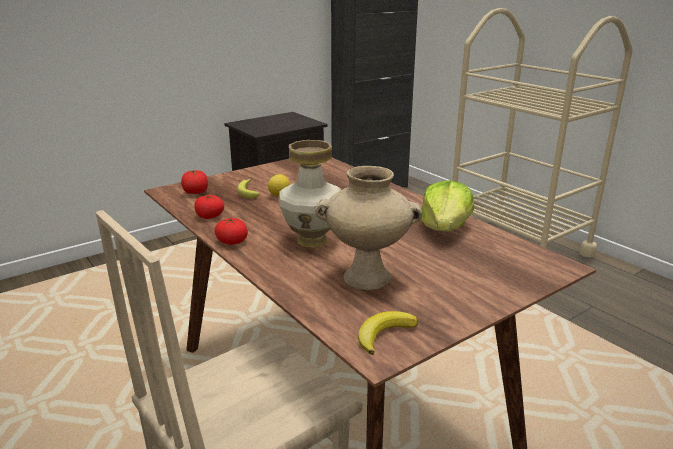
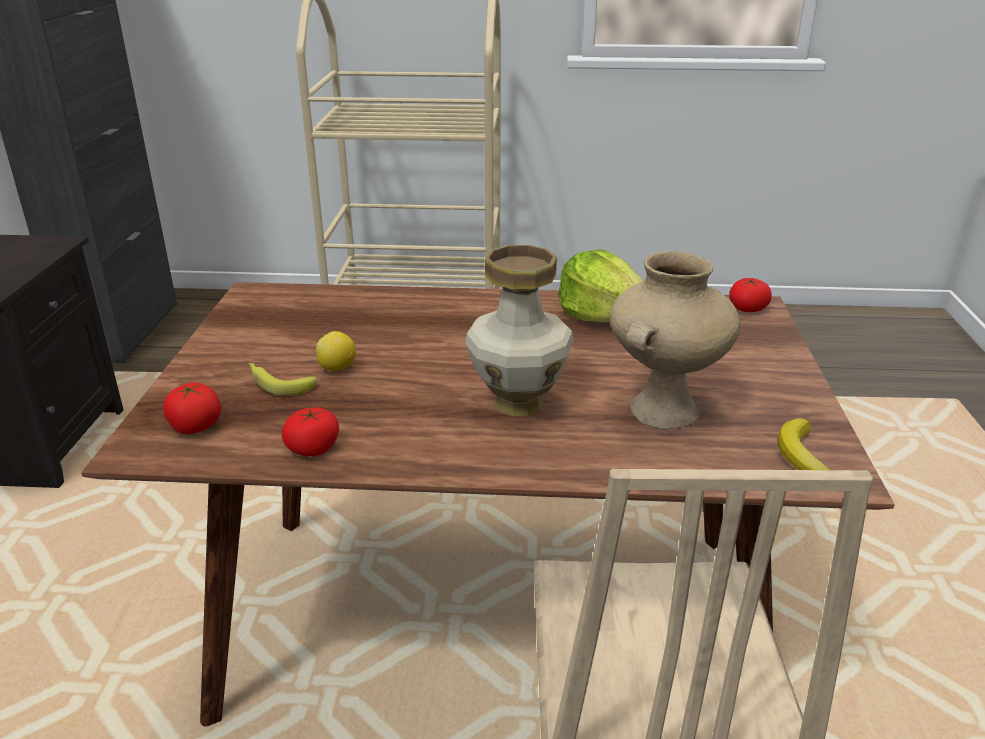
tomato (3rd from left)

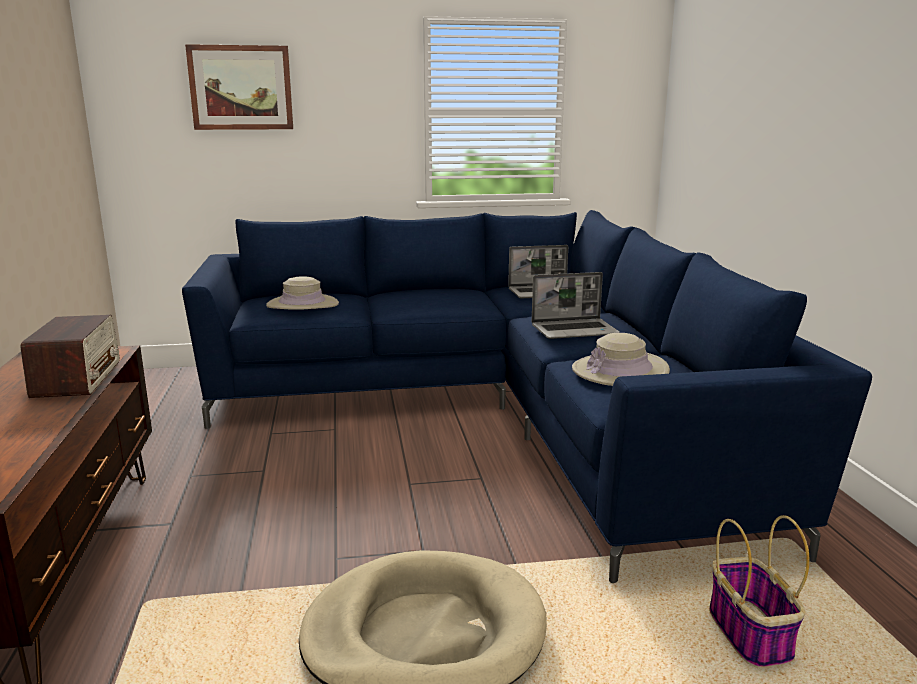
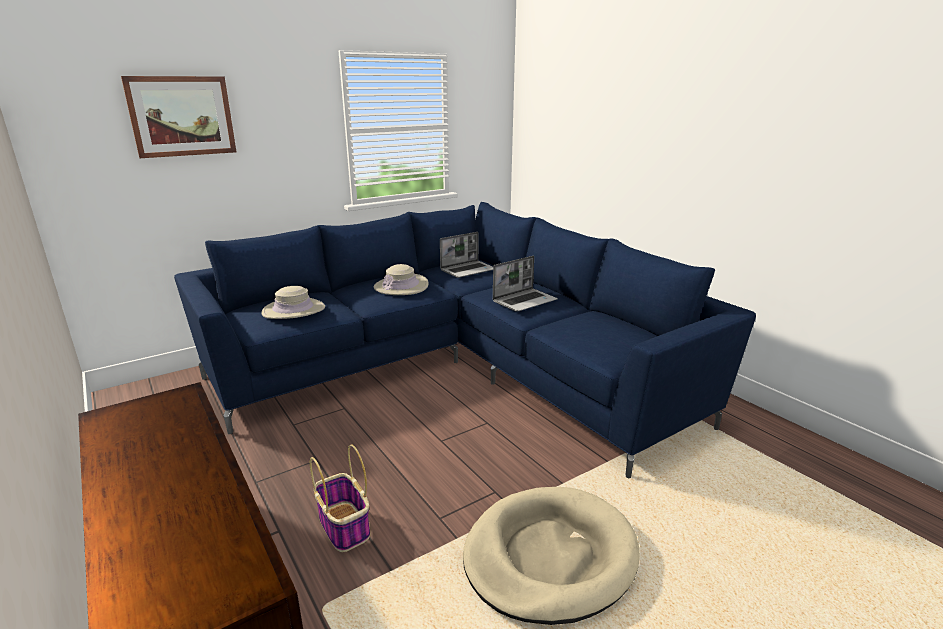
radio; beige hat (2nd from left); basket

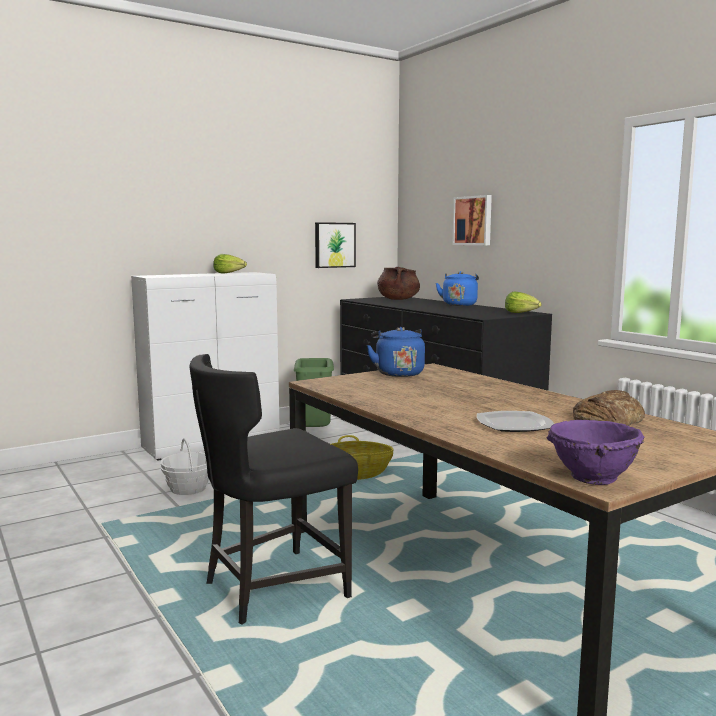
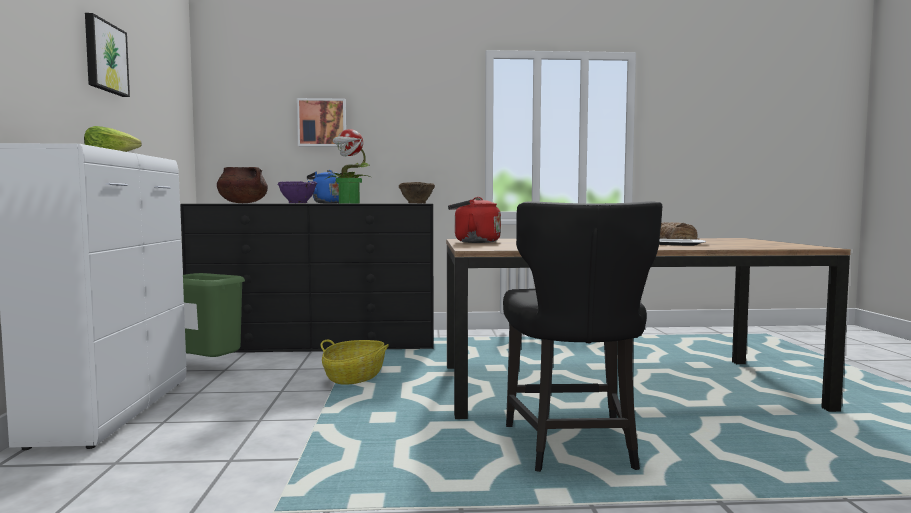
basket (1st from left in the first image); picture (1st from left); red kettle; brown bowl; purple bowl; potted plant

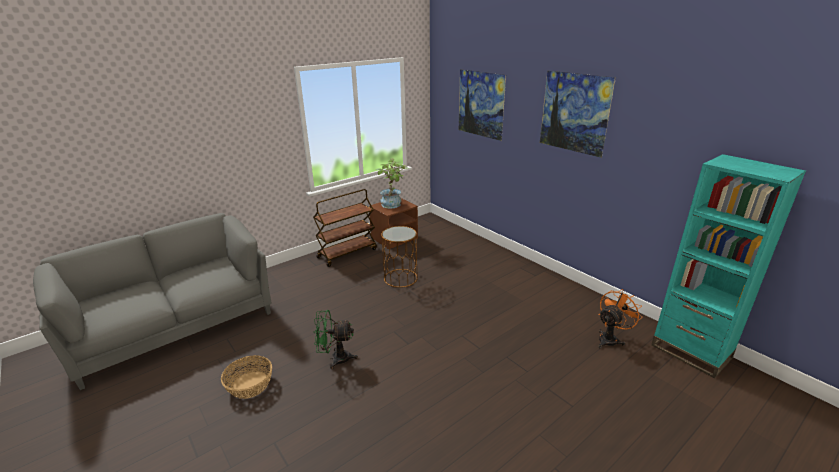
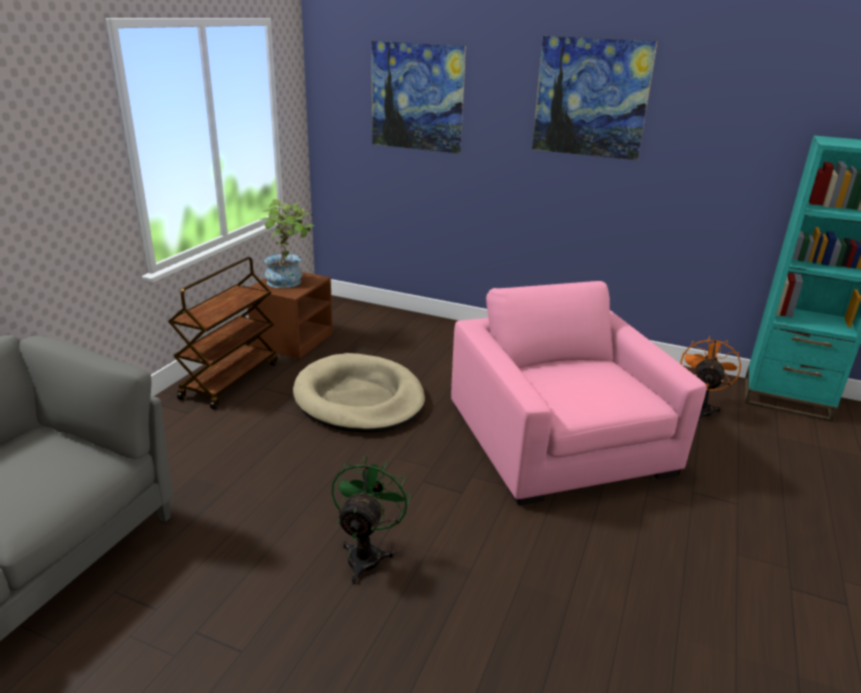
basket; green fan; beige dog bed; pink armchair

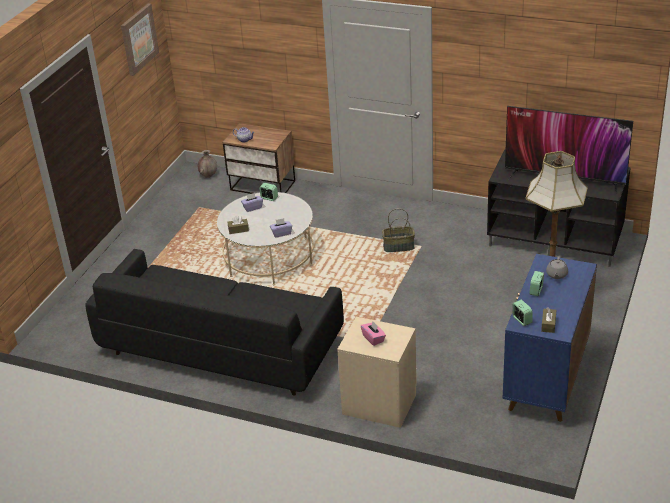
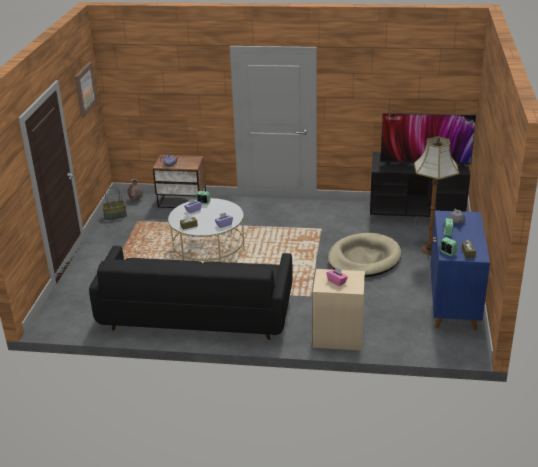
basket; beige dog bed

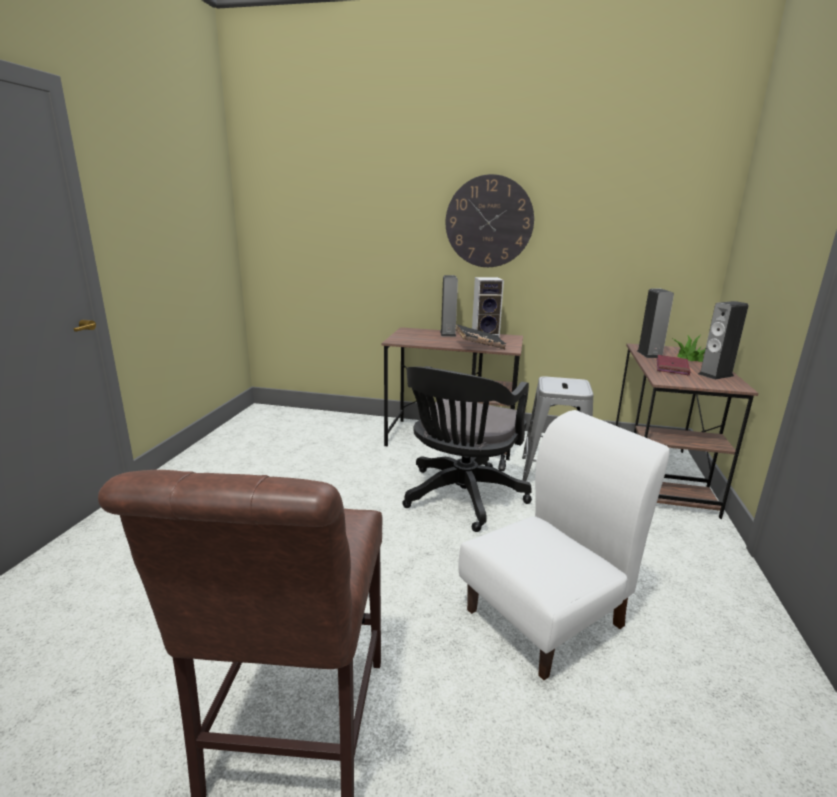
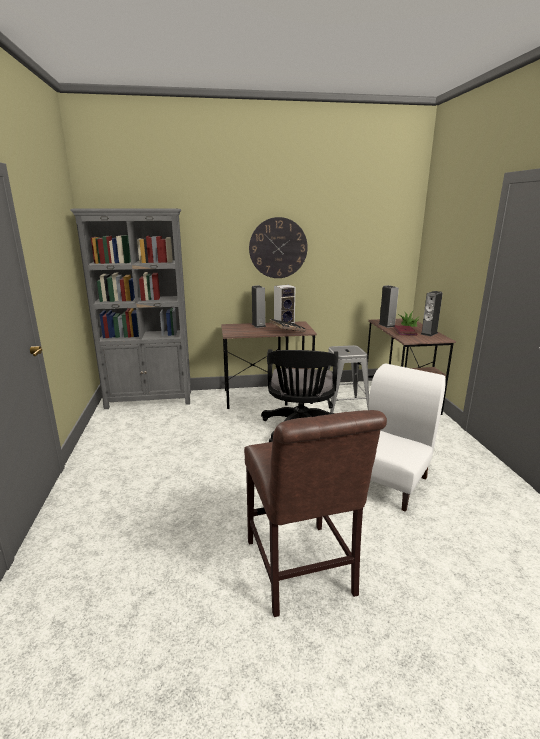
grey bookcase

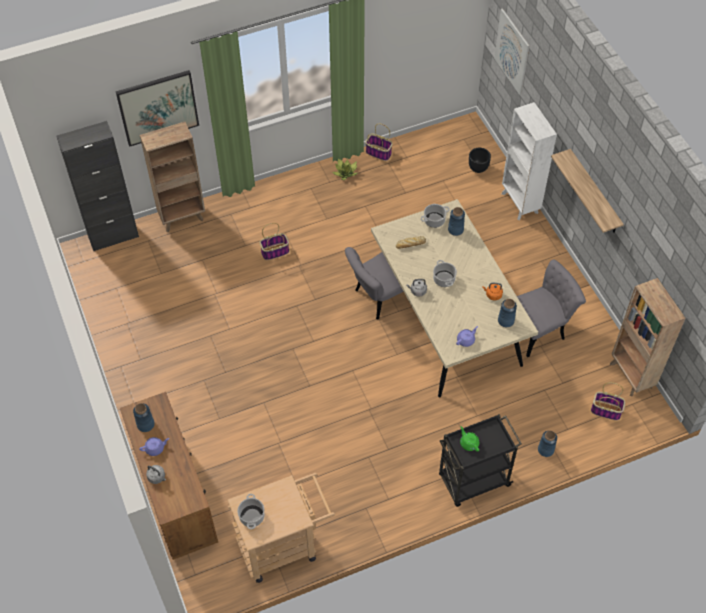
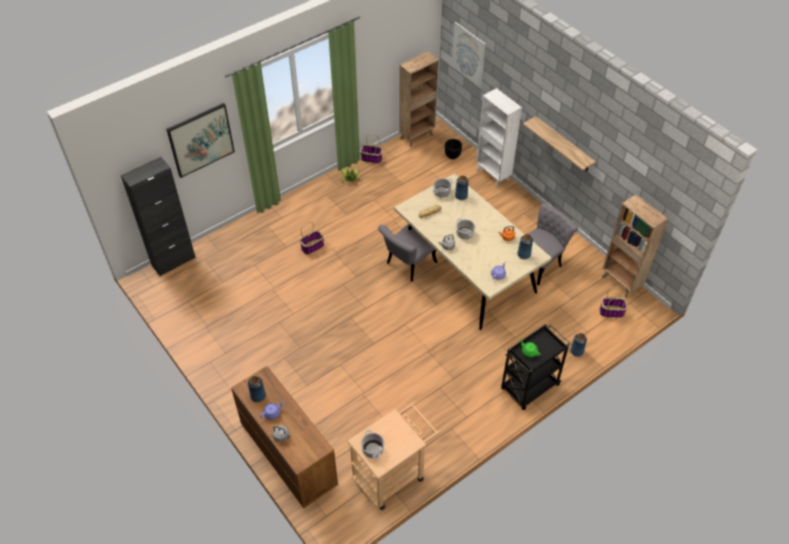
brown bookcase (1st from left)

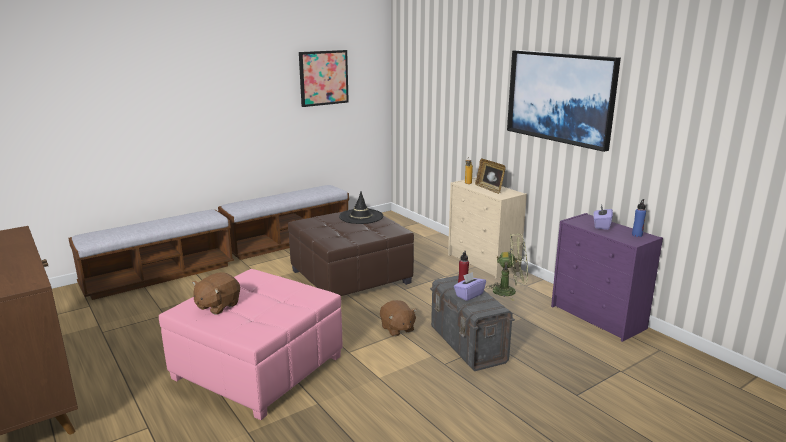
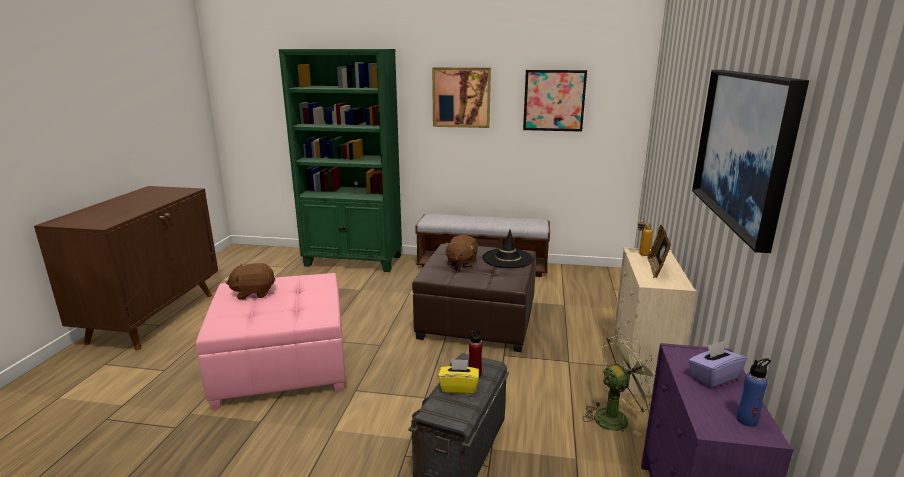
green bookcase; brown plush toy (2nd from left); yellow tissue box; green fan; picture (1st from left)

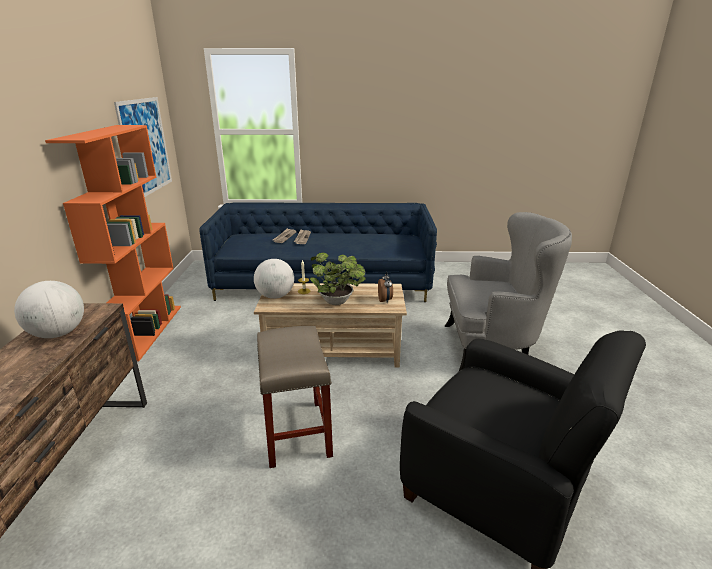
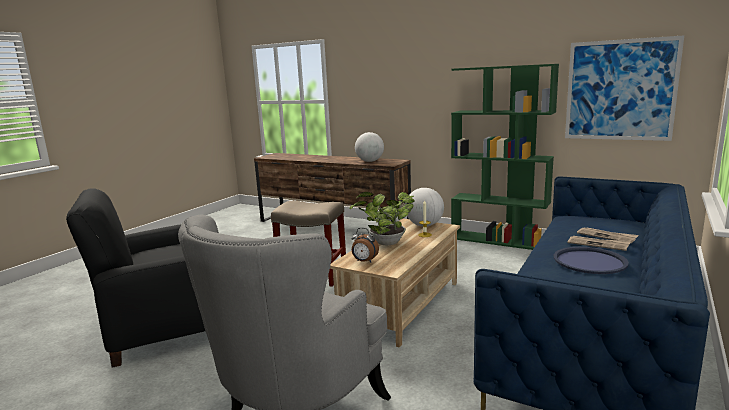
green bookcase; blue tray

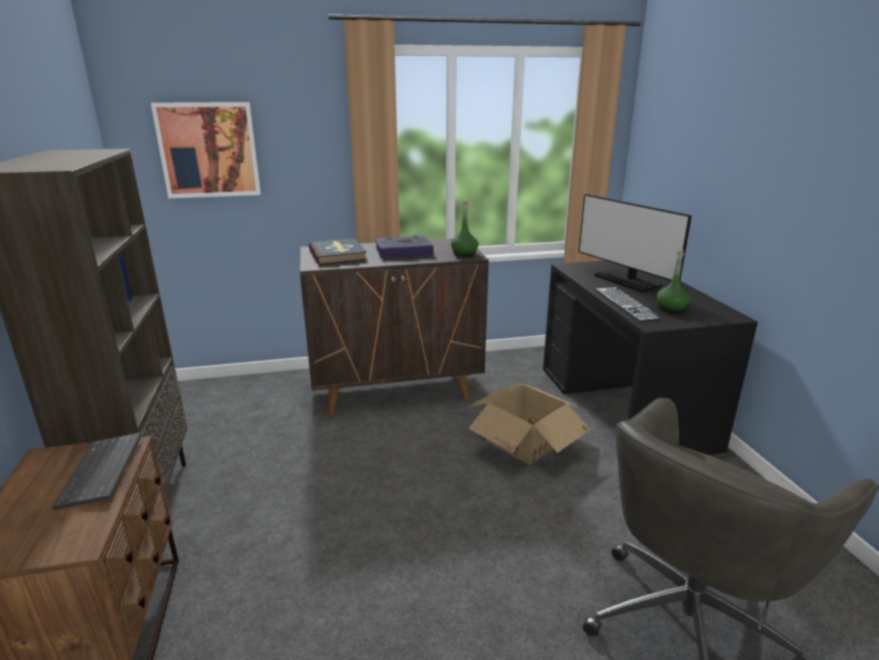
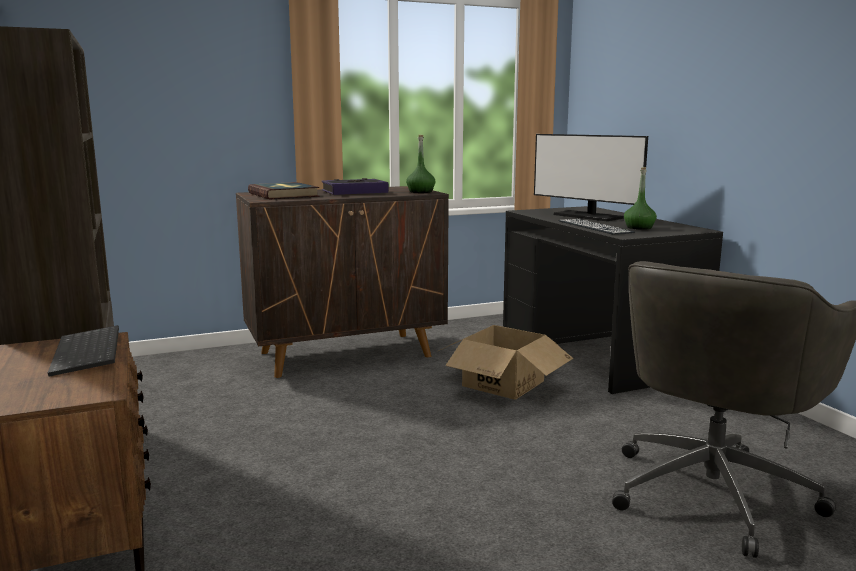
picture

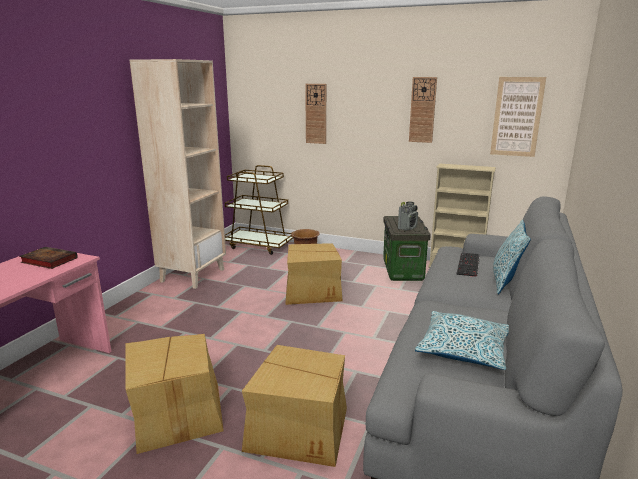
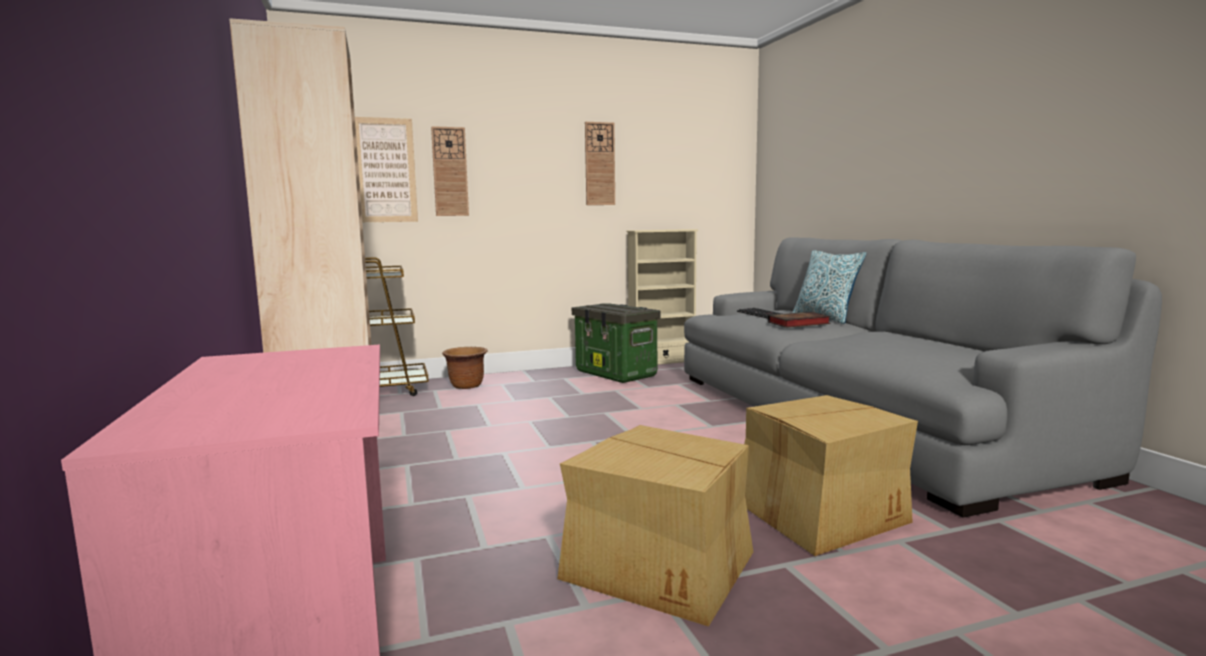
book; cardboard box (3rd from left in the first image); radio; pillow (1st from left in the first image); picture

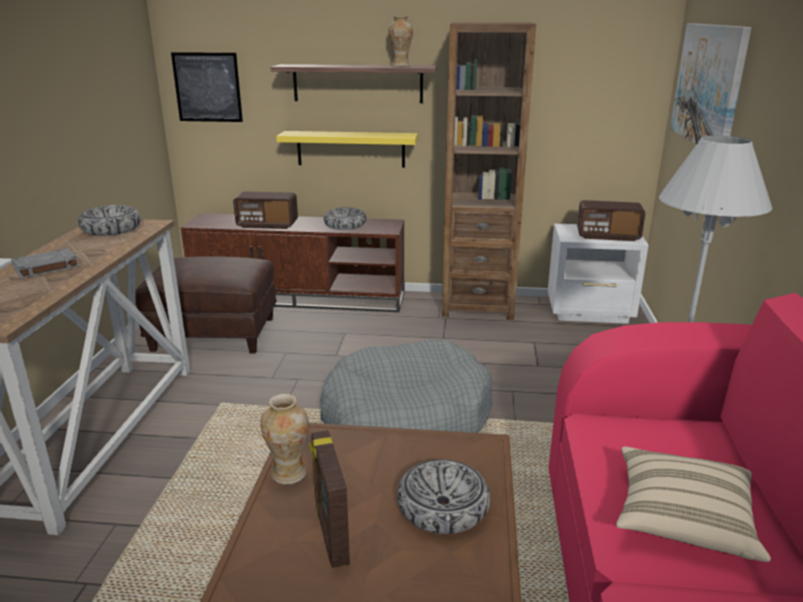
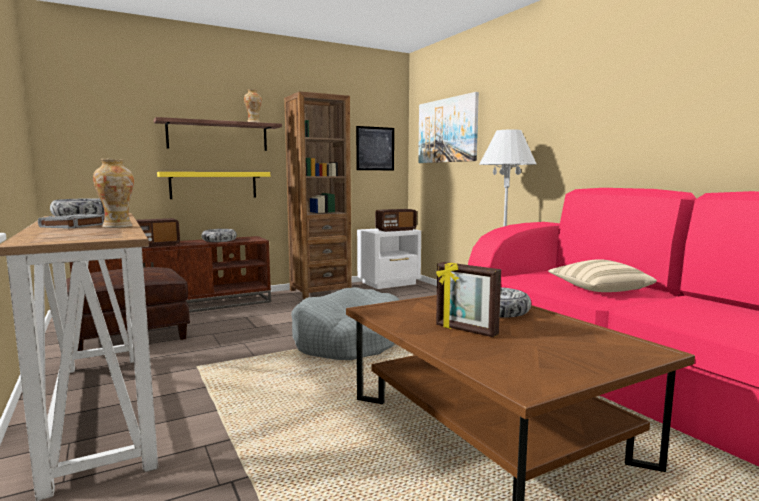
picture (1st from left); vase (1st from left)

